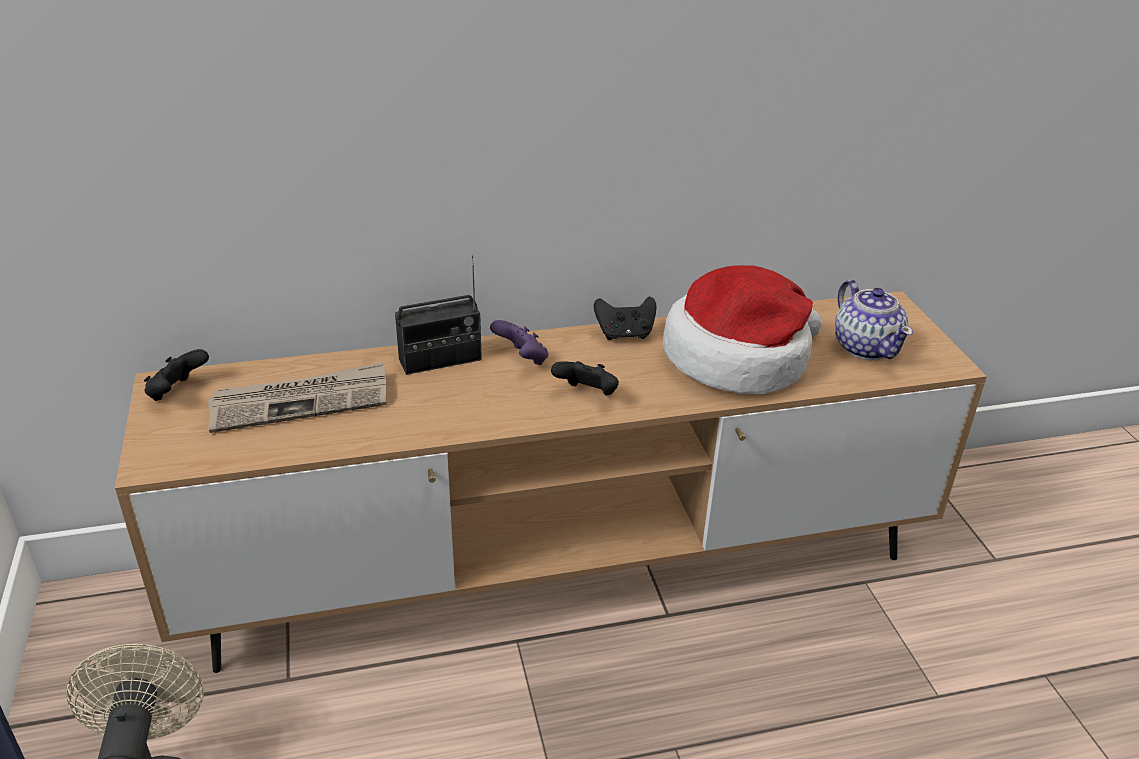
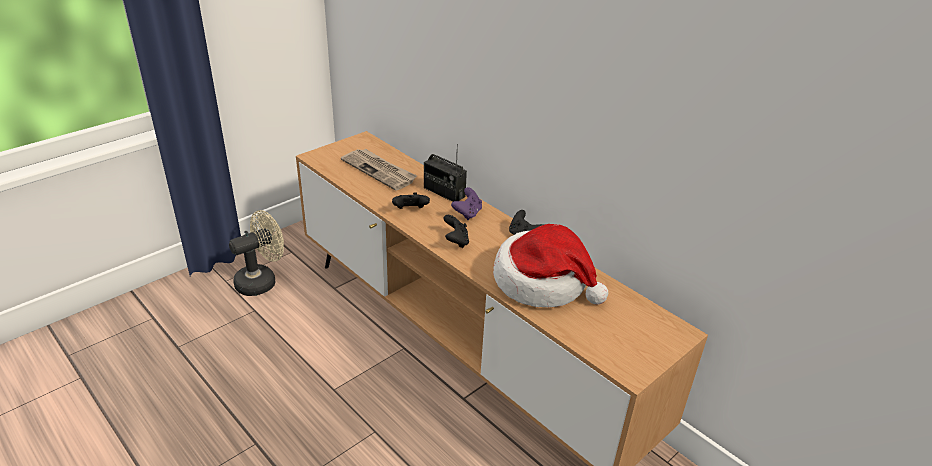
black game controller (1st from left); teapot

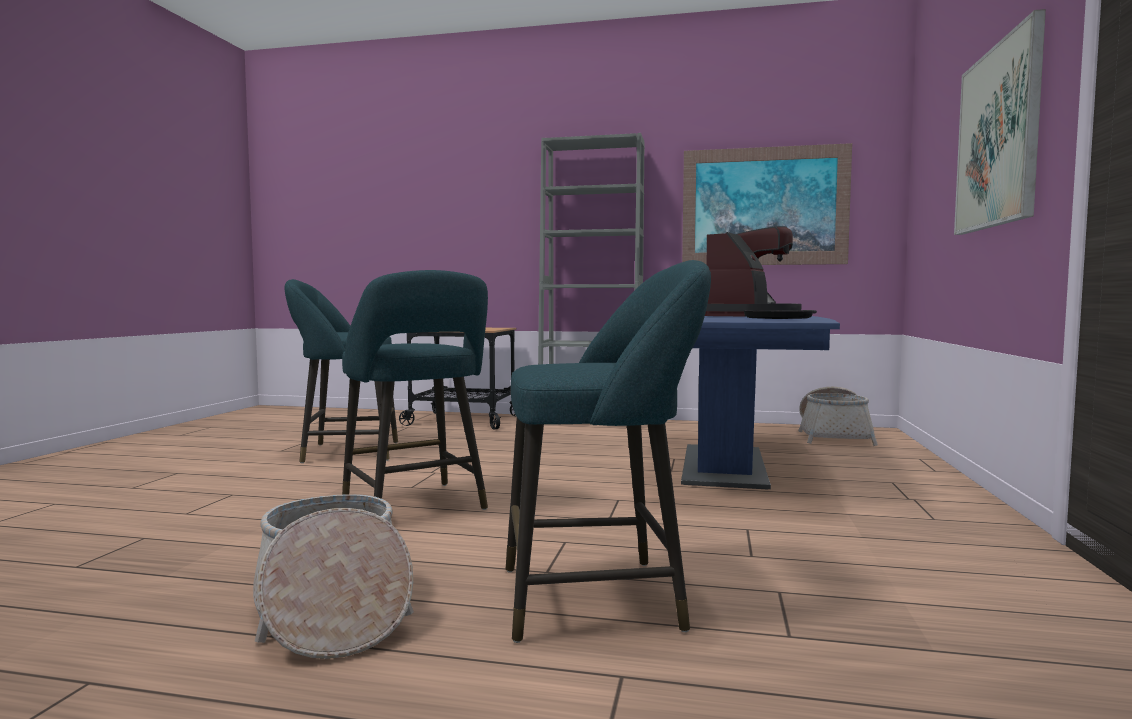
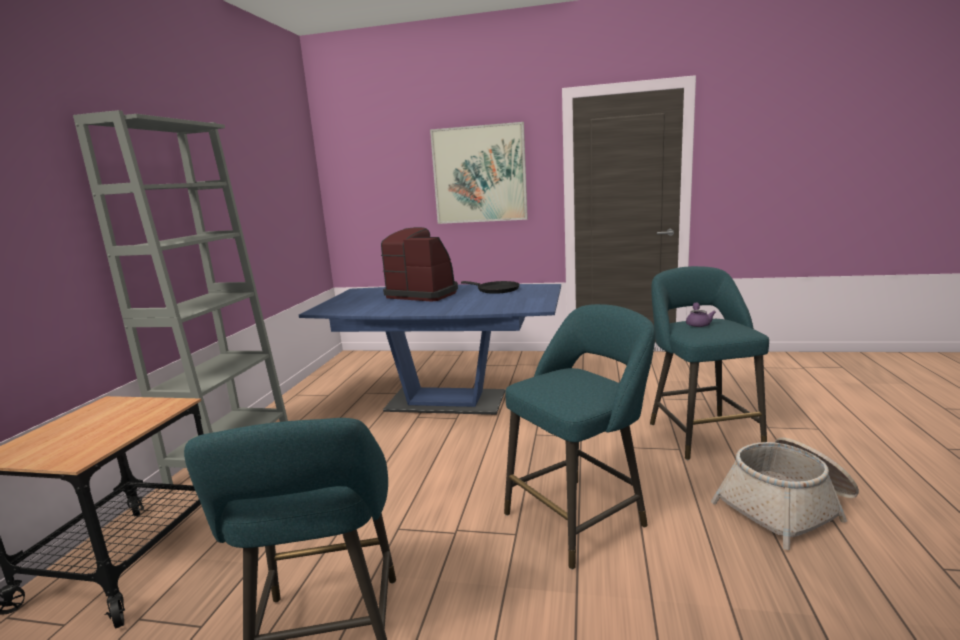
picture (1st from left in the first image); basket (2nd from left in the first image); purple teapot

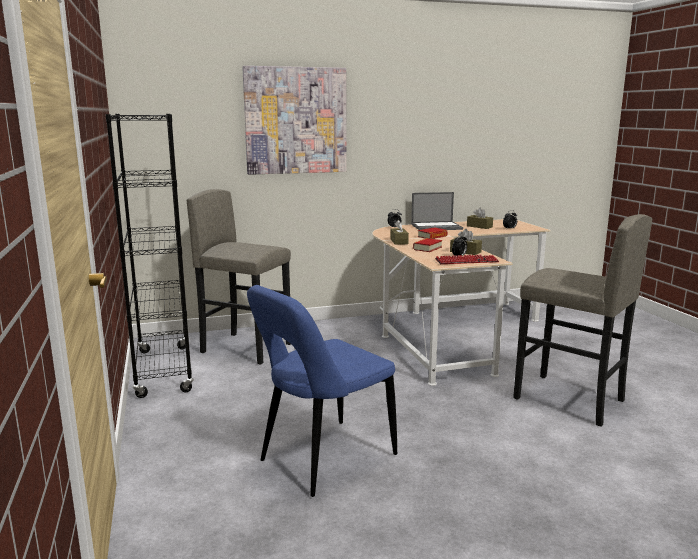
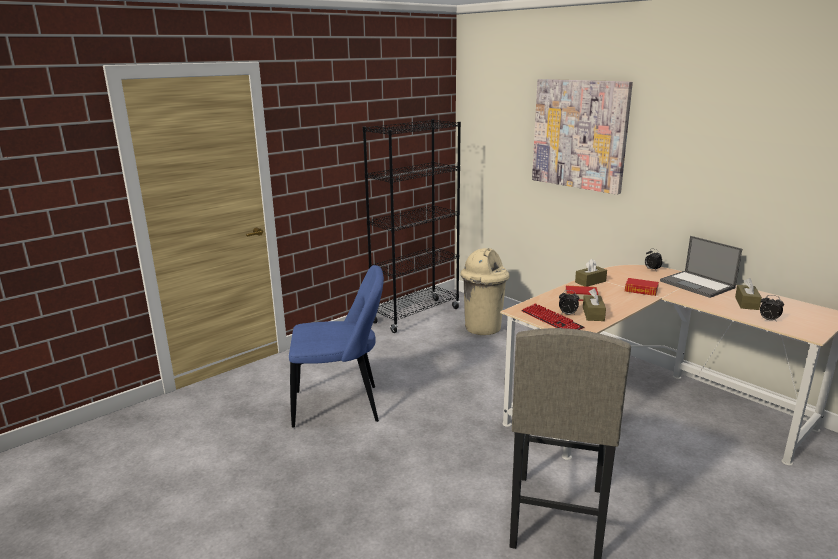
beige trash can; blue chair

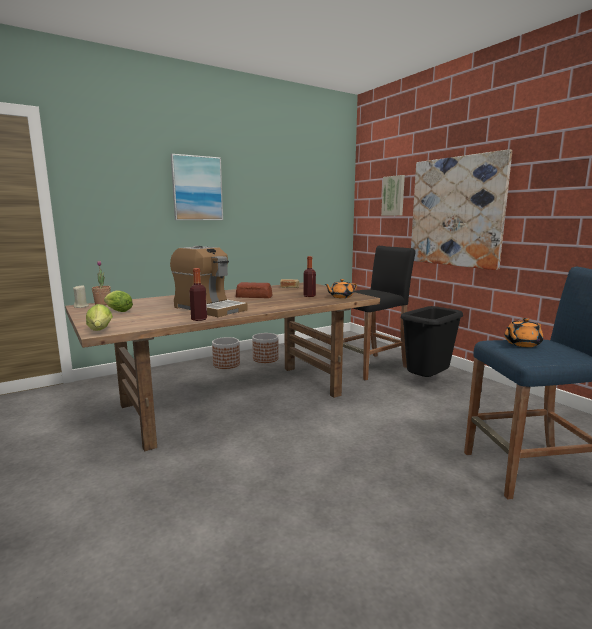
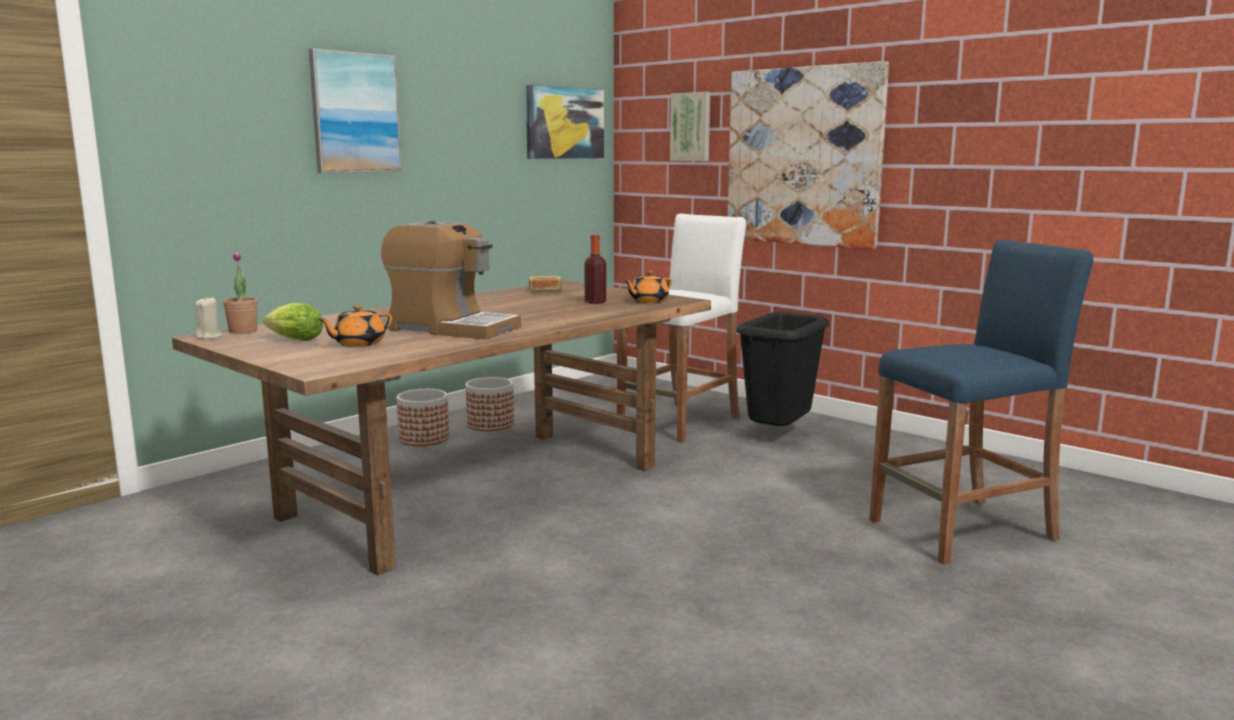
lettuce (1st from left in the first image); bottle (1st from left in the first image); bread (1st from left in the first image); white stool; orange teapot (1st from left); picture (2nd from left)

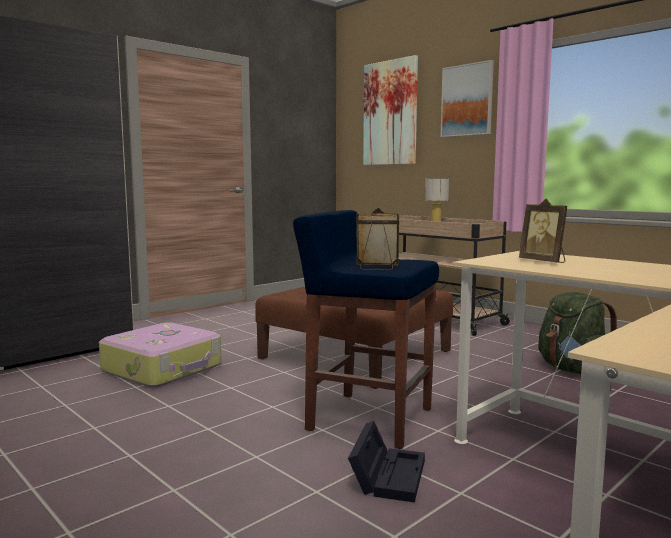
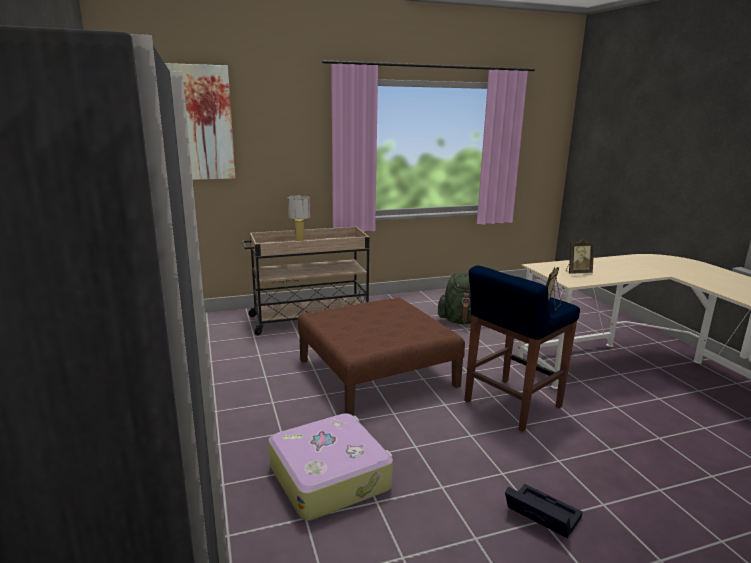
black storage box; picture (2nd from left in the first image)

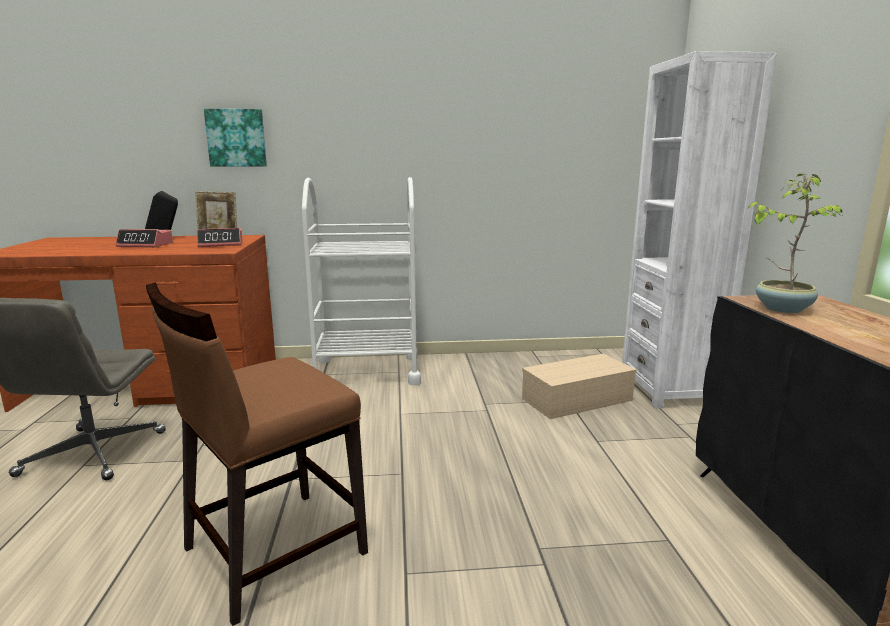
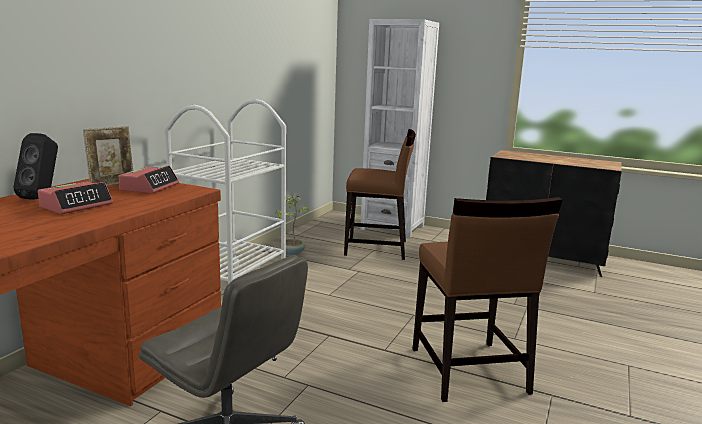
picture; brown chair (1st from left); potted plant

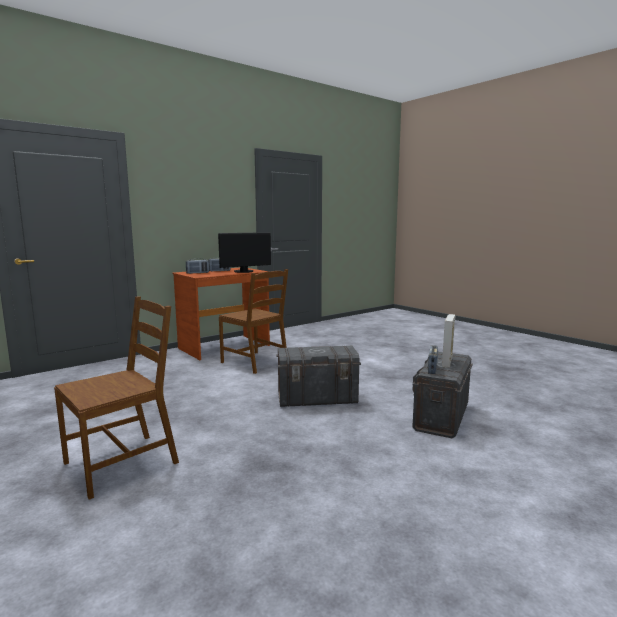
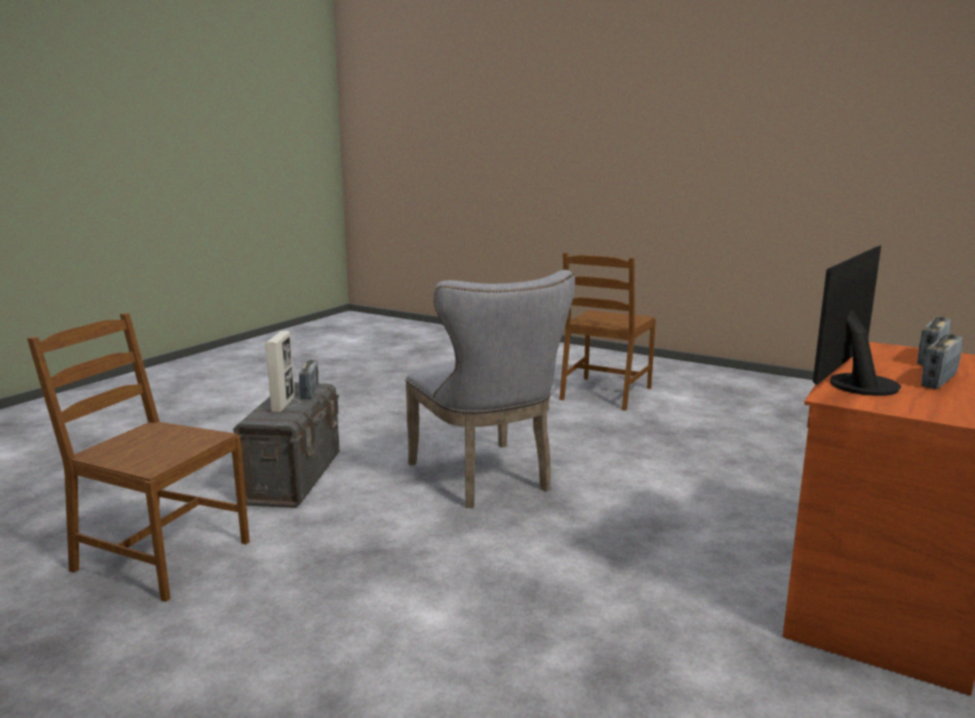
brown chair (1st from left); grey chair

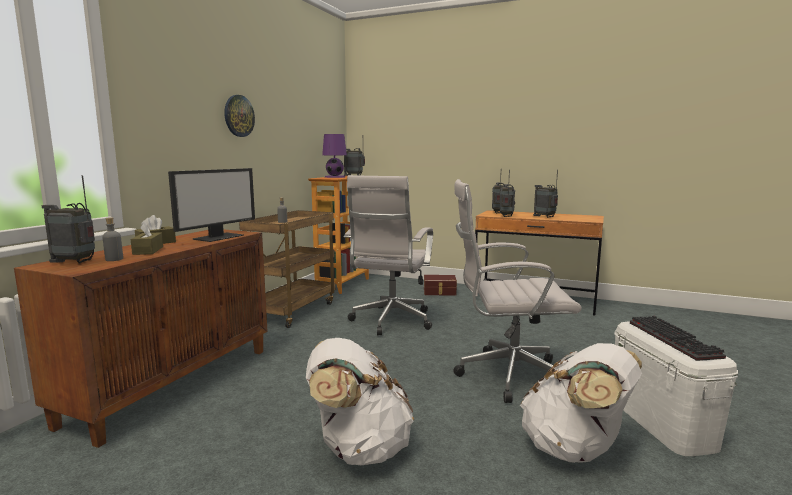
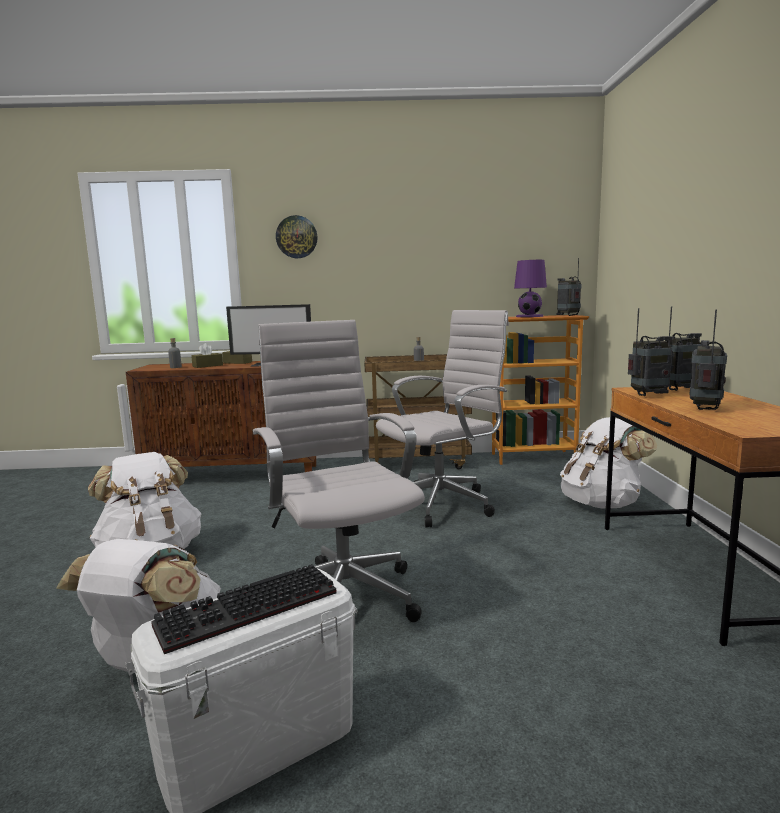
radio (1st from left in the first image); wall clock; white office chair (2nd from left); white backpack (3rd from left)

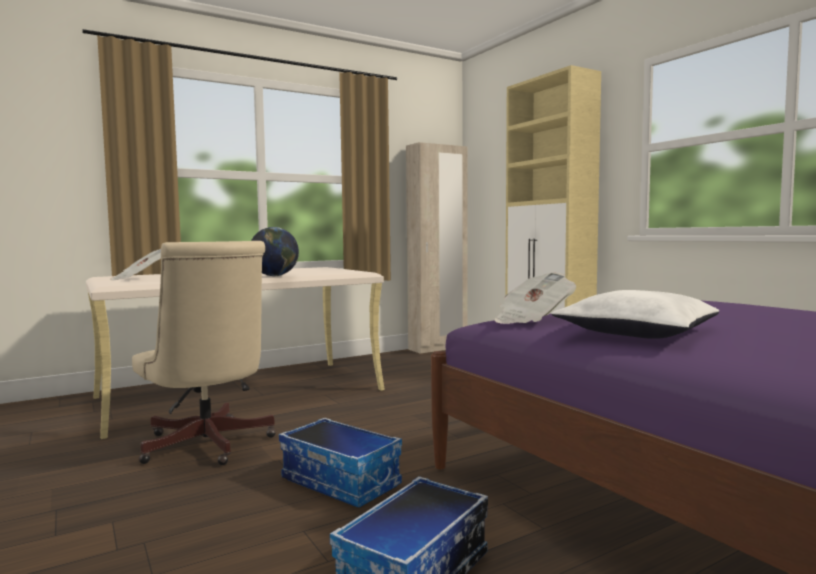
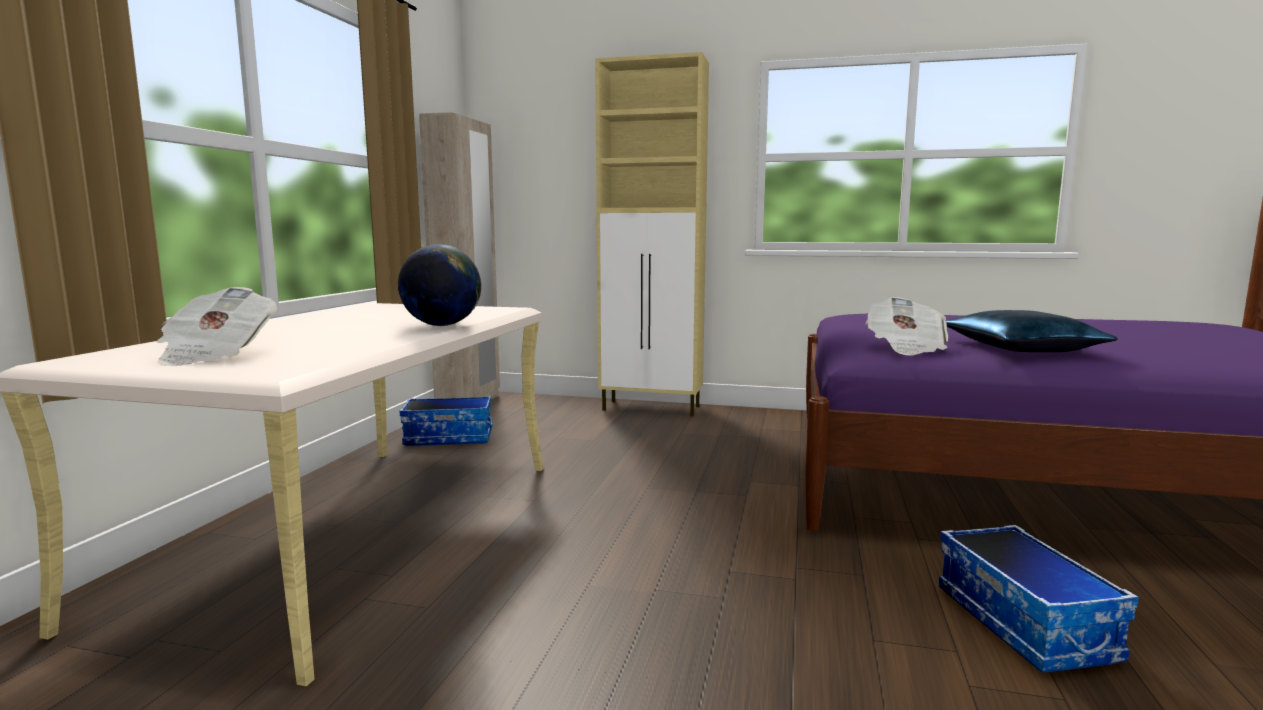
beige office chair; storage box (1st from left); blue pillow

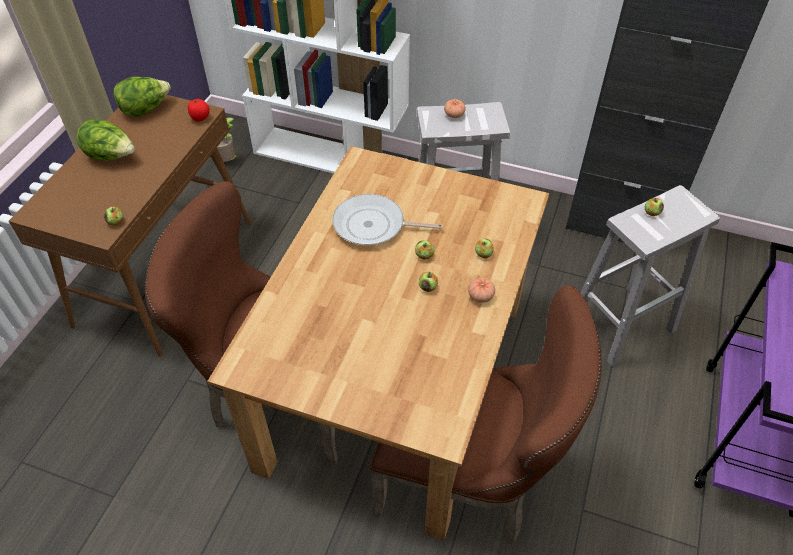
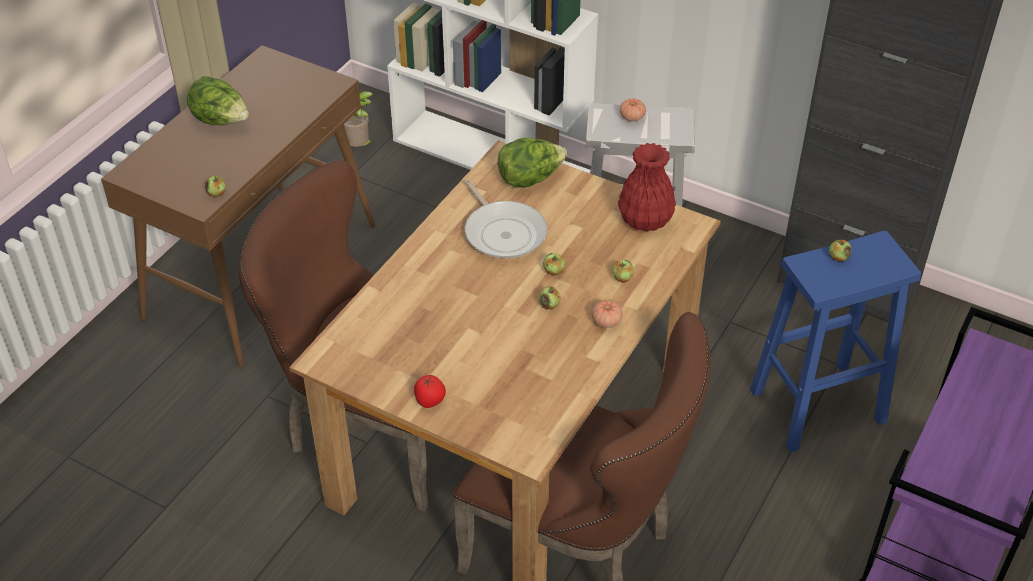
lettuce (2nd from left); tomato (1st from left); frying pan; blue stool; red vase

